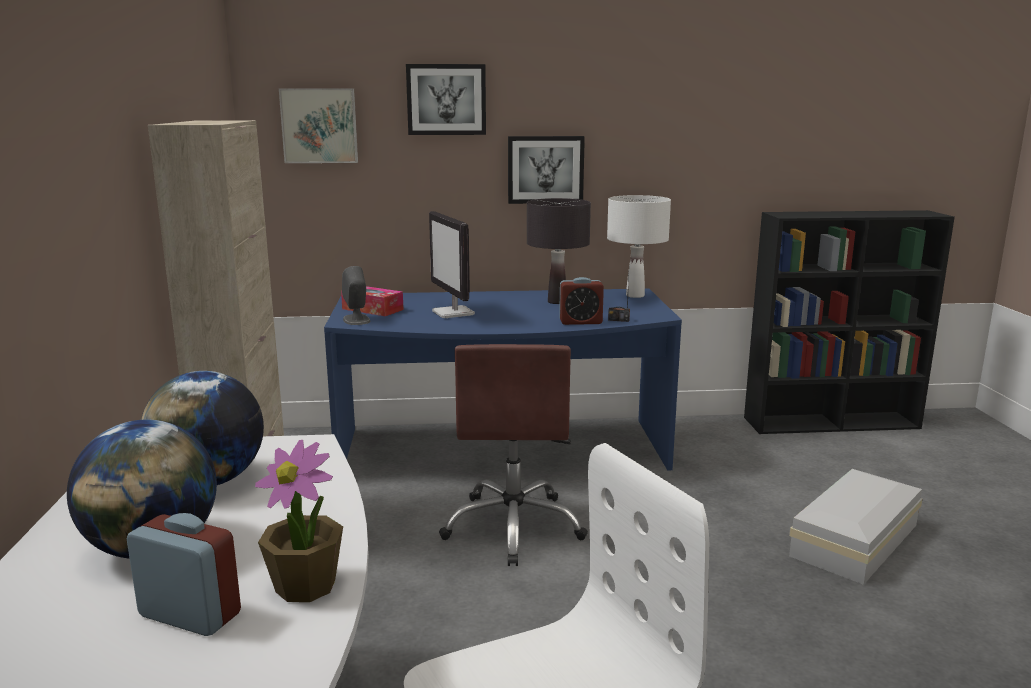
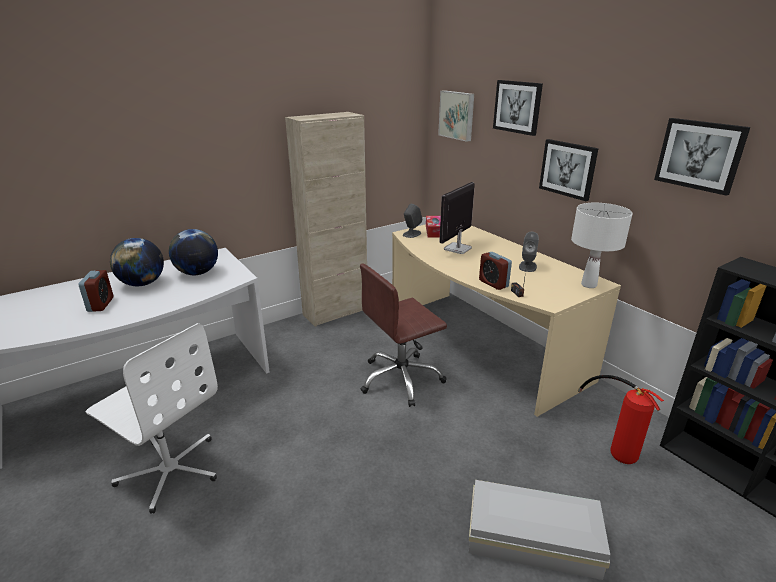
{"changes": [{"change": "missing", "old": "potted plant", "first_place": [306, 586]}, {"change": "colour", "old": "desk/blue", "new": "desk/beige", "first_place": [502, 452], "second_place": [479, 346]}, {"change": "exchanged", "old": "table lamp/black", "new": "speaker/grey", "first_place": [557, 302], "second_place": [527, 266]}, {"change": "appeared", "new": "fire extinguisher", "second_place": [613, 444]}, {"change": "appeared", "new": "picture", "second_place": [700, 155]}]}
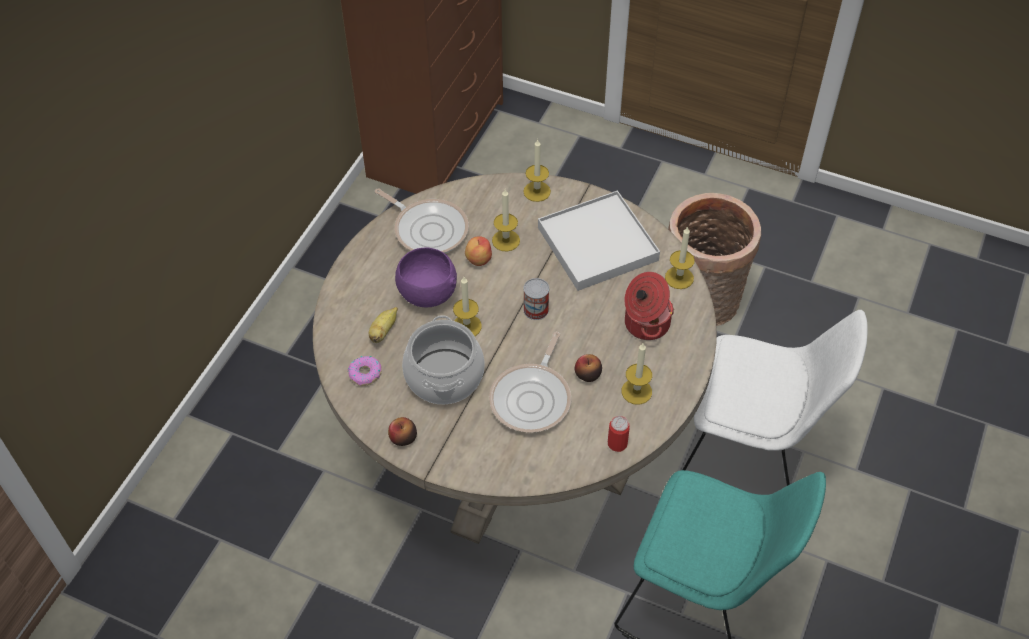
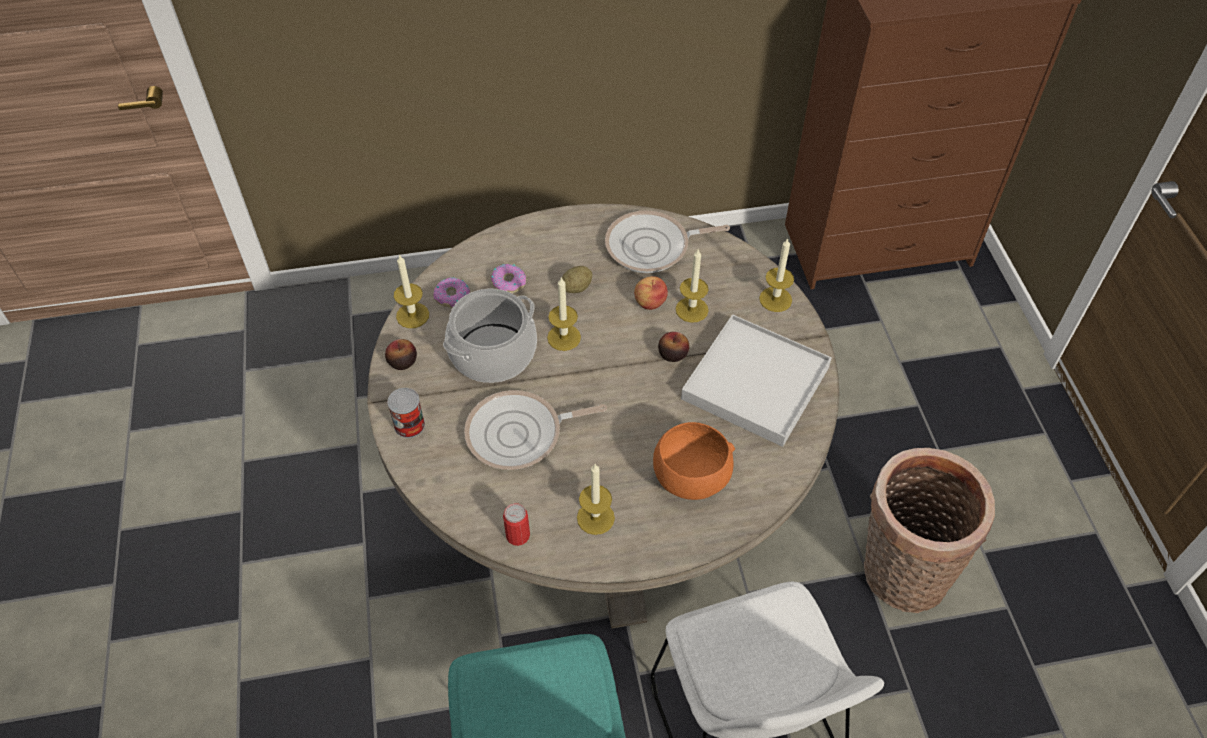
{"changes": [{"change": "exchanged", "old": "banana", "new": "donut", "first_place": [383, 331], "second_place": [508, 282]}, {"change": "spun", "old": "frying pan", "first_place": [428, 229], "second_place": [652, 247], "degrees": 75}, {"change": "exchanged", "old": "bowl/purple", "new": "potato", "first_place": [426, 293], "second_place": [576, 288]}, {"change": "relocated", "old": "can", "first_place": [536, 310], "second_place": [409, 425]}, {"change": "relocated", "old": "apple", "first_place": [587, 374], "second_place": [672, 354]}, {"change": "exchanged", "old": "cooking pot", "new": "bowl/orange", "first_place": [645, 323], "second_place": [689, 479]}, {"change": "relocated", "old": "candle", "first_place": [679, 277], "second_place": [412, 315]}]}
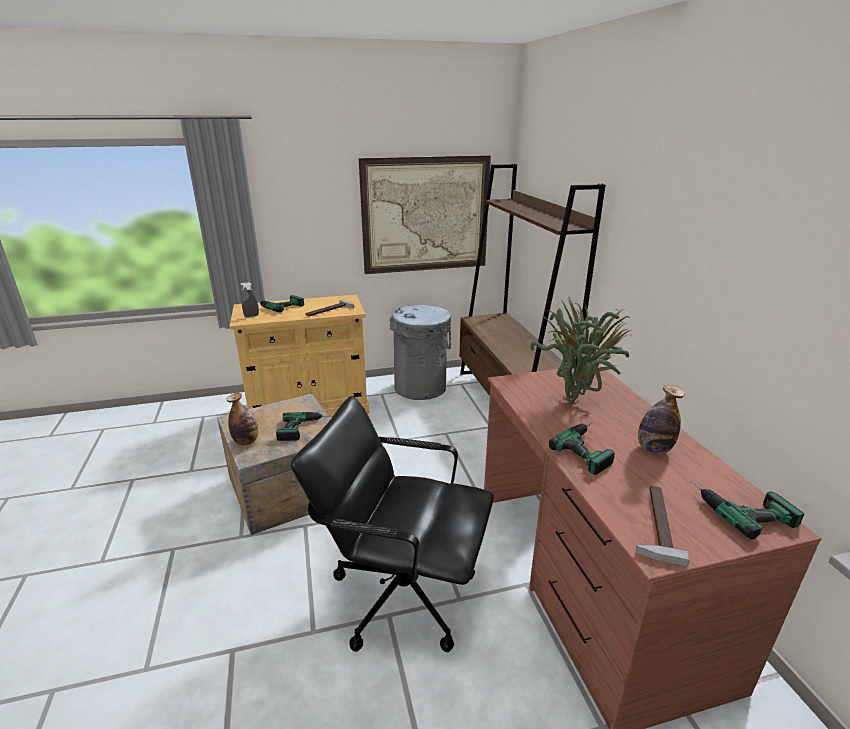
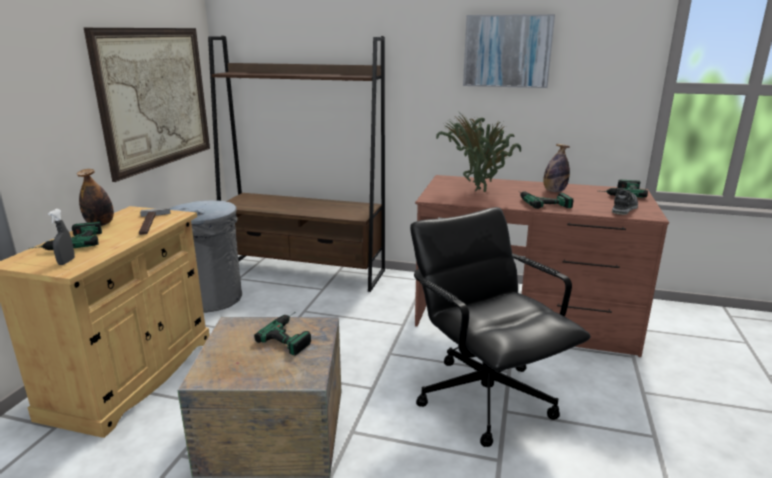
{"changes": [{"change": "relocated", "old": "bottle", "first_place": [246, 441], "second_place": [100, 224]}, {"change": "spun", "old": "office chair/black", "first_place": [402, 593], "second_place": [485, 397], "degrees": 105}, {"change": "exchanged", "old": "hammer", "new": "shoe", "first_place": [654, 522], "second_place": [624, 209]}, {"change": "appeared", "new": "picture", "second_place": [507, 51]}]}
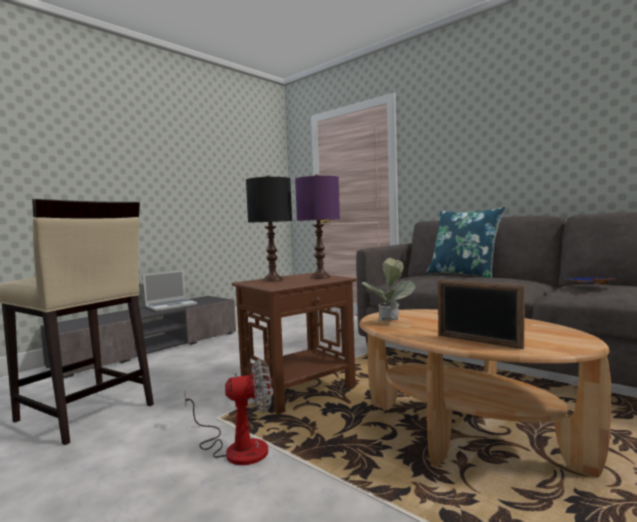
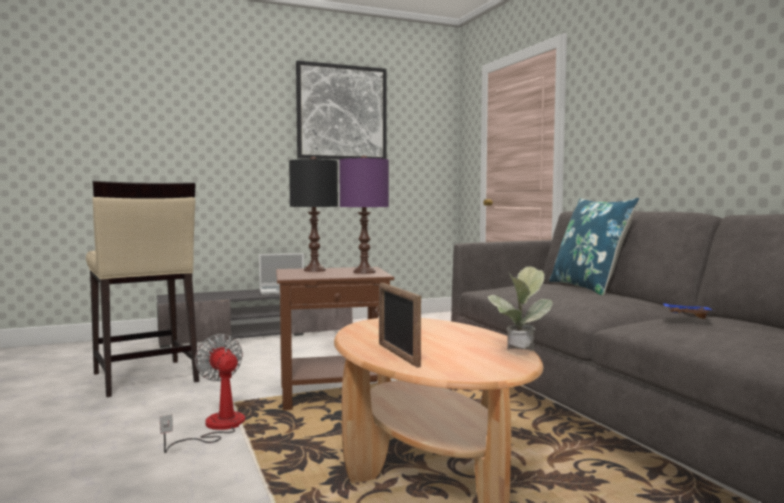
{"changes": [{"change": "spun", "old": "fan", "first_place": [236, 448], "second_place": [216, 428], "degrees": -135}, {"change": "relocated", "old": "potted plant", "first_place": [389, 323], "second_place": [518, 353]}, {"change": "appeared", "new": "picture", "second_place": [342, 112]}]}
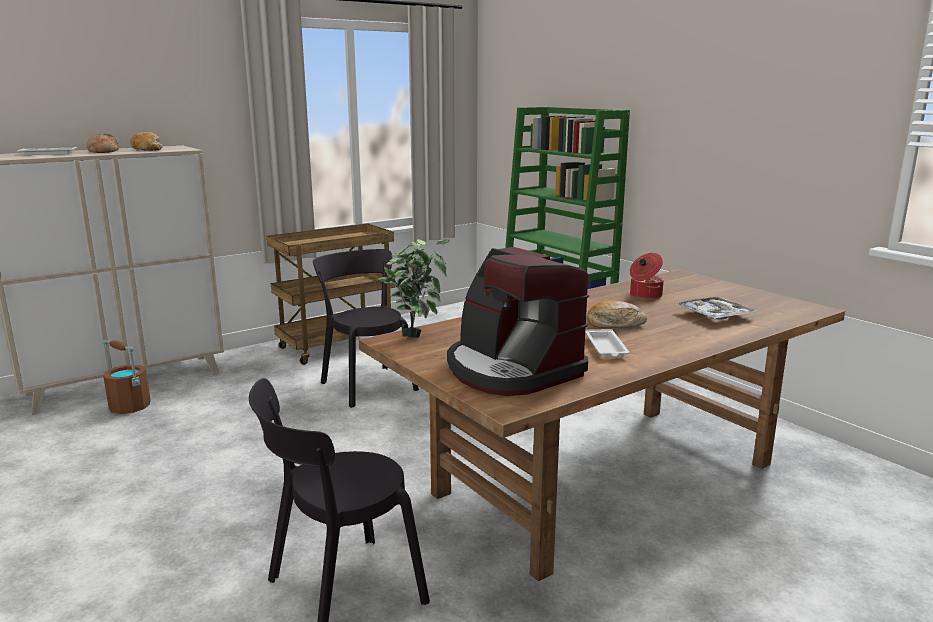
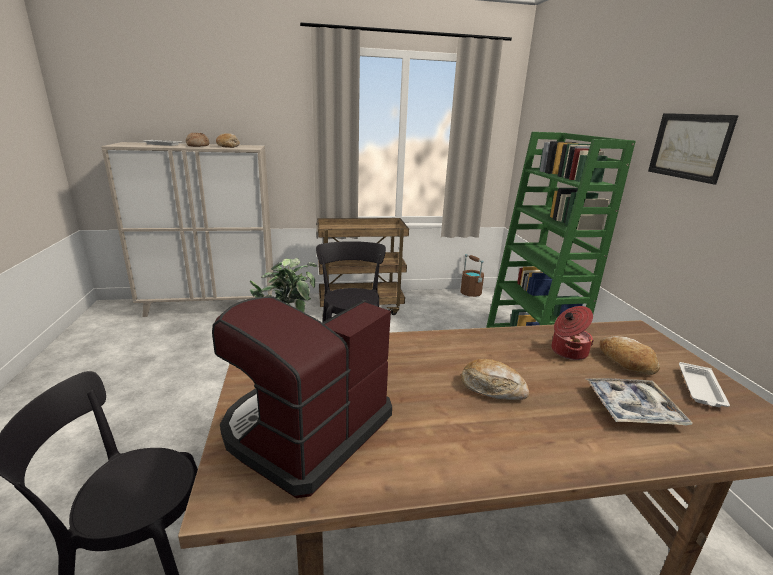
{"changes": [{"change": "relocated", "old": "bucket/brown", "first_place": [129, 407], "second_place": [470, 293]}, {"change": "spun", "old": "coffee machine", "first_place": [511, 370], "second_place": [305, 431], "degrees": 45}, {"change": "relocated", "old": "tray/white", "first_place": [606, 348], "second_place": [700, 389]}, {"change": "appeared", "new": "bread", "second_place": [625, 362]}, {"change": "appeared", "new": "picture", "second_place": [689, 146]}]}
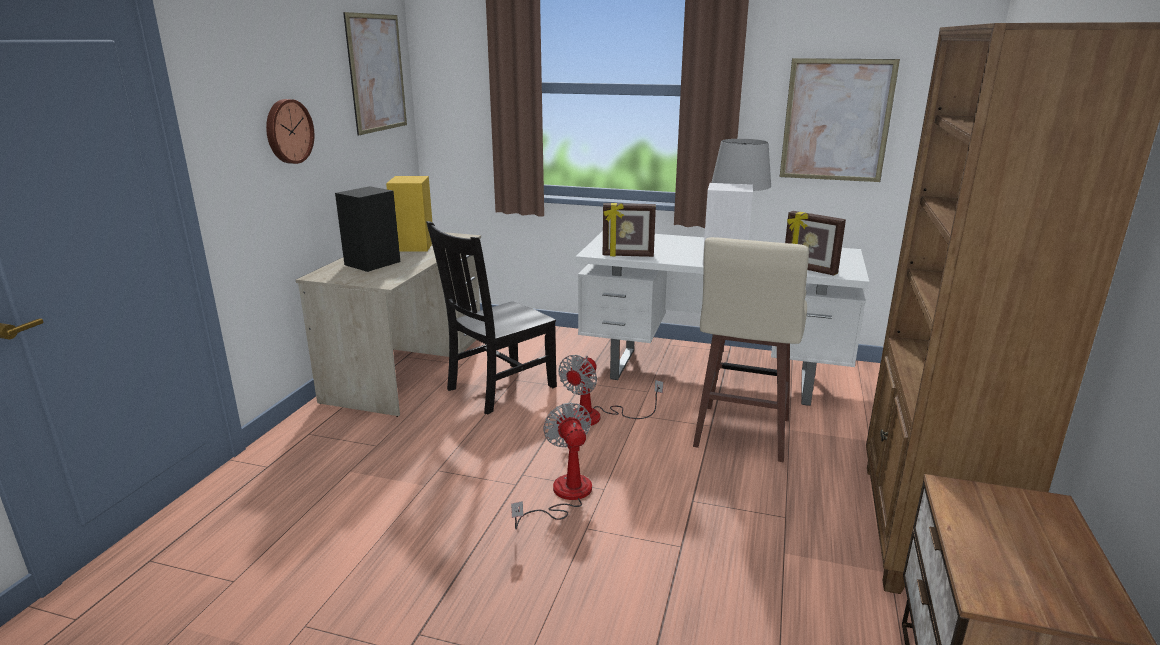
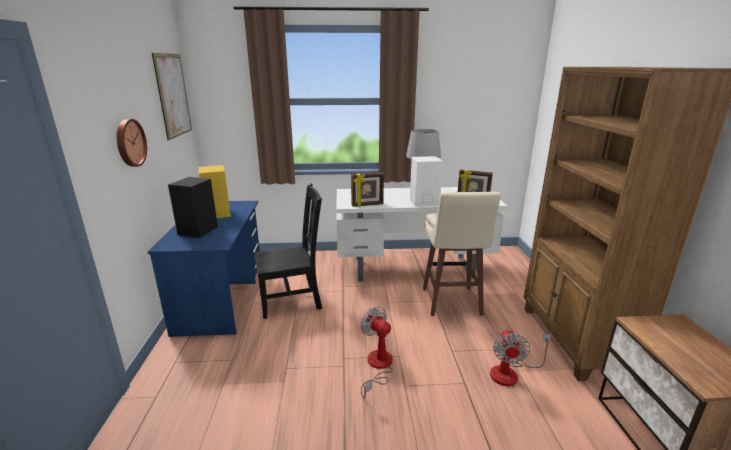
{"changes": [{"change": "colour", "old": "desk/beige", "new": "desk/blue", "first_place": [408, 368], "second_place": [222, 297]}, {"change": "spun", "old": "chair/black", "first_place": [498, 389], "second_place": [292, 300], "degrees": -135}, {"change": "relocated", "old": "fan", "first_place": [596, 417], "second_place": [511, 372]}, {"change": "missing", "old": "picture", "first_place": [836, 120]}]}
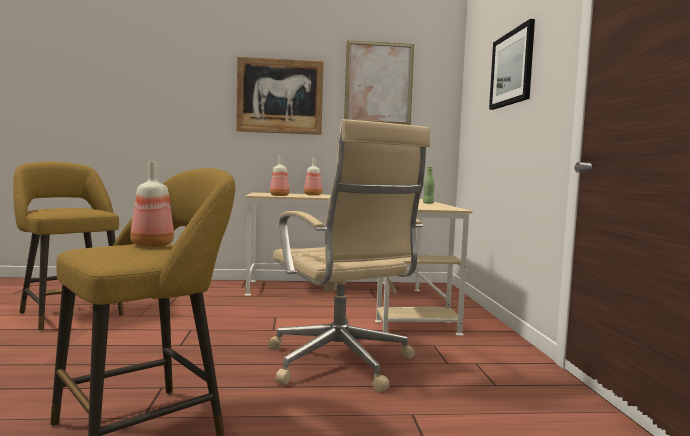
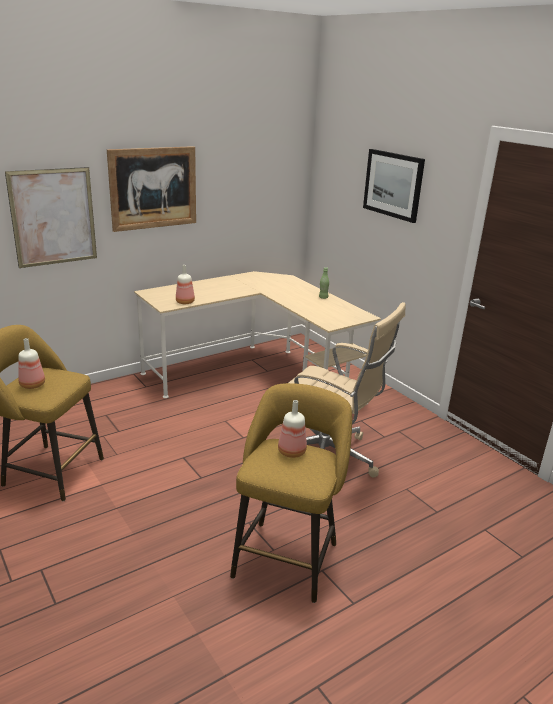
{"changes": [{"change": "relocated", "old": "bottle", "first_place": [313, 195], "second_place": [33, 385]}, {"change": "relocated", "old": "picture", "first_place": [379, 83], "second_place": [53, 217]}]}
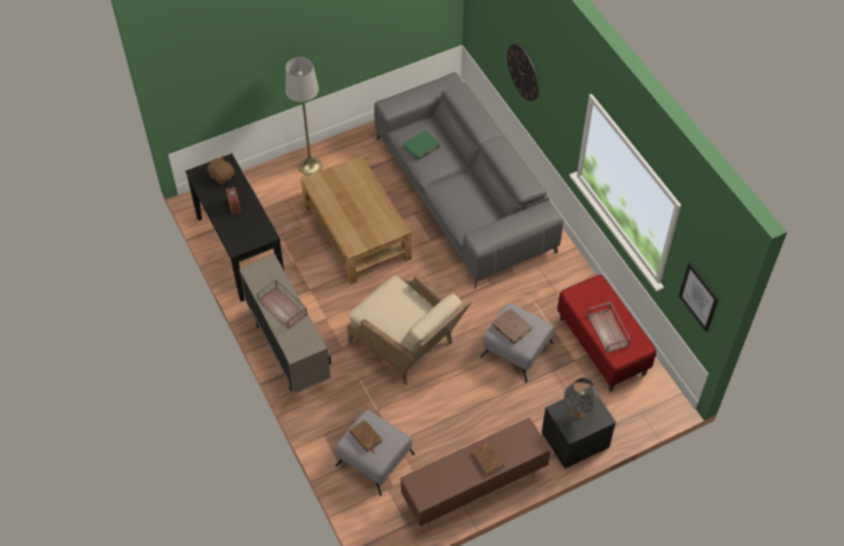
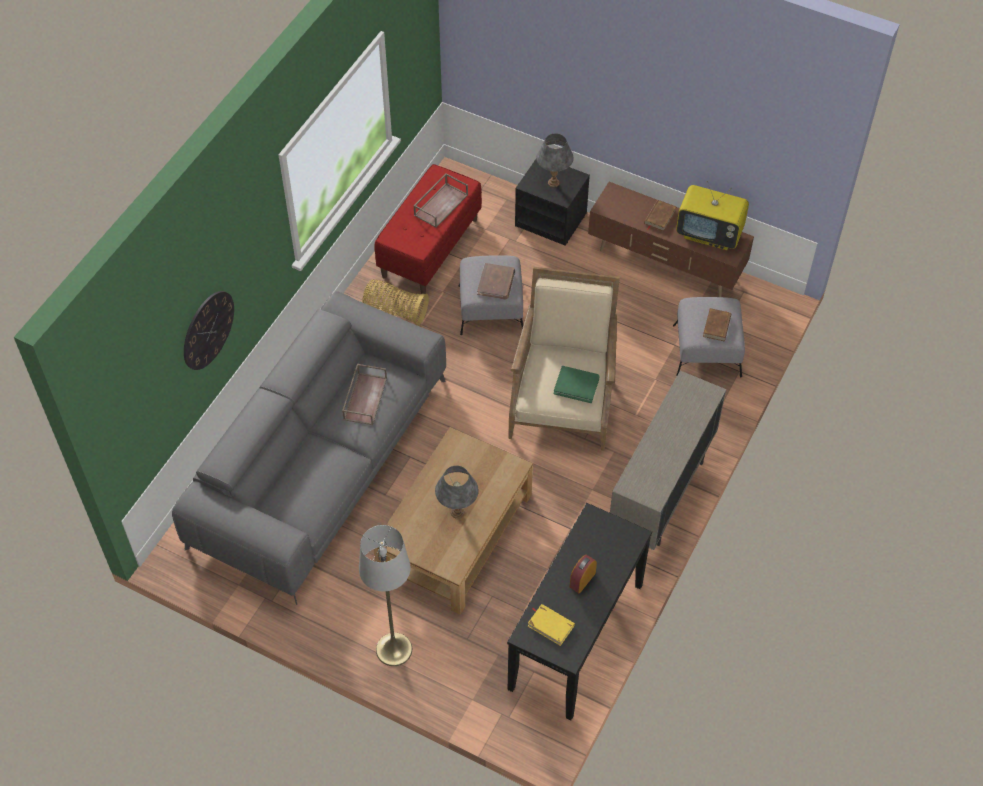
{"changes": [{"change": "exchanged", "old": "plush toy/brown", "new": "book/yellow", "first_place": [222, 176], "second_place": [551, 625]}, {"change": "relocated", "old": "tray/brown", "first_place": [283, 307], "second_place": [364, 398]}, {"change": "relocated", "old": "book/green", "first_place": [422, 146], "second_place": [576, 385]}, {"change": "missing", "old": "picture", "first_place": [699, 297]}, {"change": "appeared", "new": "basket", "second_place": [395, 311]}, {"change": "appeared", "new": "table lamp/grey", "second_place": [457, 512]}, {"change": "appeared", "new": "television", "second_place": [710, 234]}]}
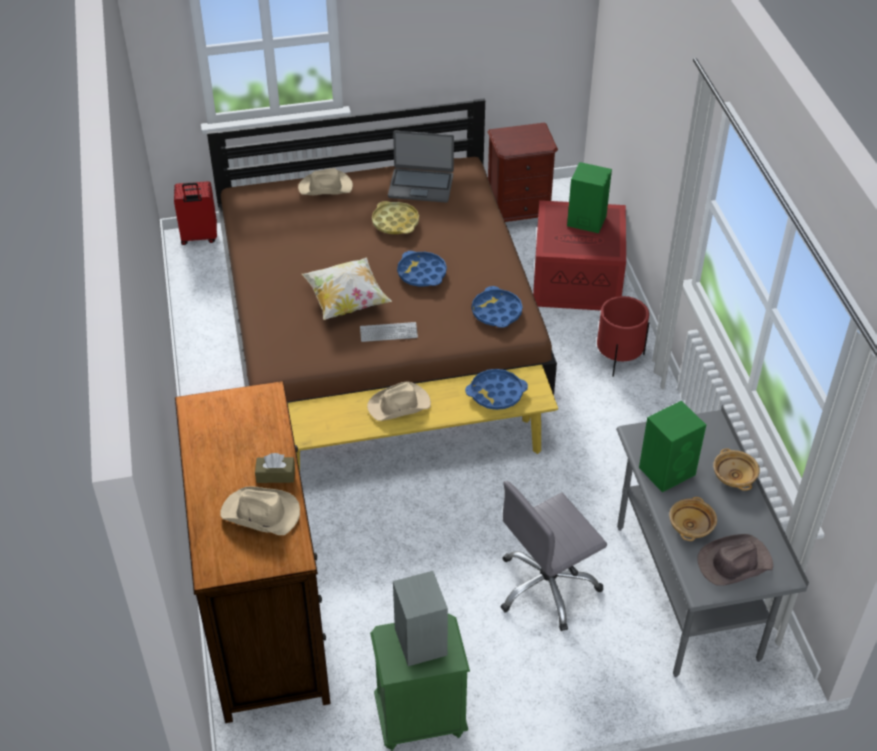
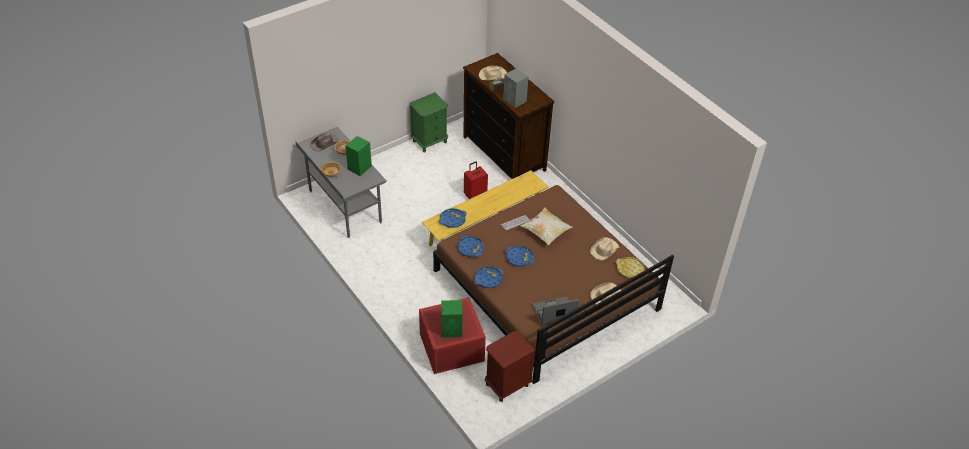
{"changes": [{"change": "relocated", "old": "suitcase/red", "first_place": [199, 237], "second_place": [475, 196]}, {"change": "relocated", "old": "hat/beige", "first_place": [400, 405], "second_place": [604, 250]}, {"change": "relocated", "old": "tray/yellow", "first_place": [395, 222], "second_place": [630, 269]}, {"change": "relocated", "old": "speaker/grey", "first_place": [420, 640], "second_place": [515, 100]}, {"change": "missing", "old": "office chair/grey", "first_place": [547, 587]}, {"change": "missing", "old": "planter/red", "first_place": [618, 358]}, {"change": "appeared", "new": "tray/blue", "second_place": [488, 279]}]}
